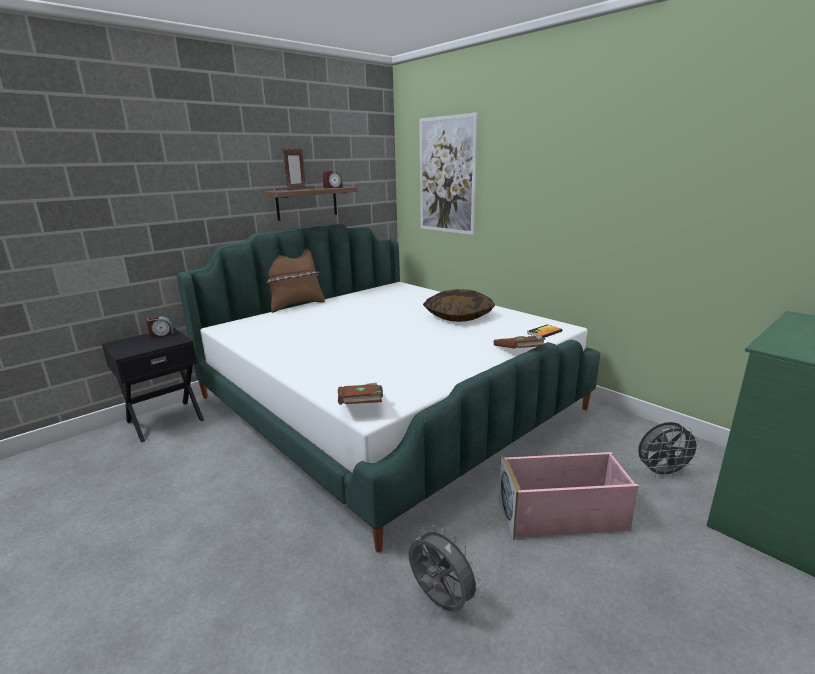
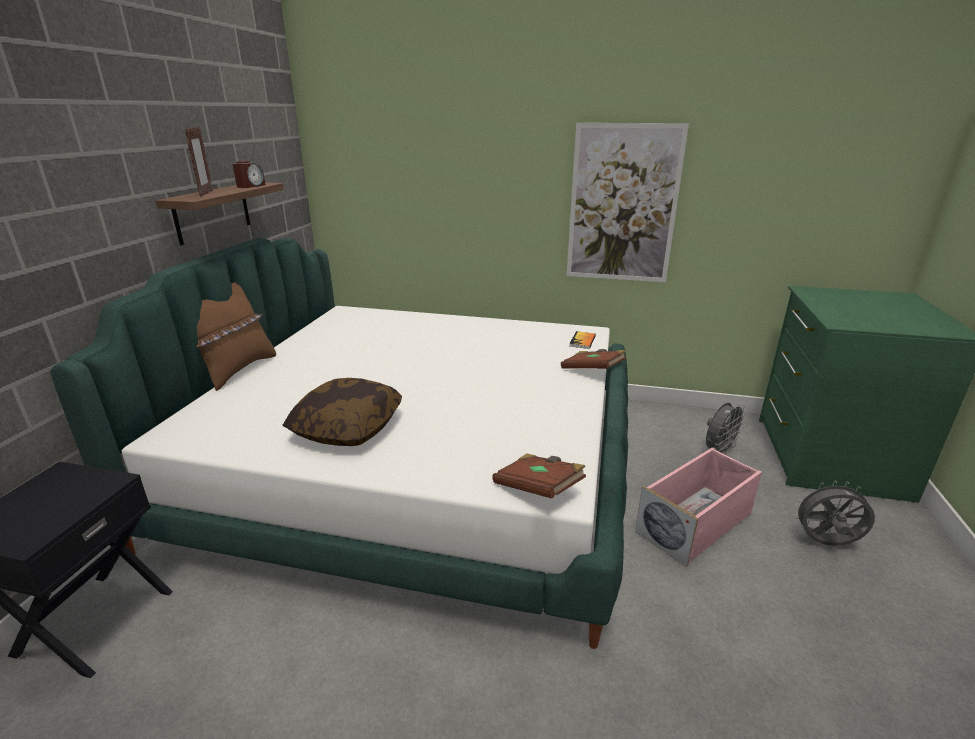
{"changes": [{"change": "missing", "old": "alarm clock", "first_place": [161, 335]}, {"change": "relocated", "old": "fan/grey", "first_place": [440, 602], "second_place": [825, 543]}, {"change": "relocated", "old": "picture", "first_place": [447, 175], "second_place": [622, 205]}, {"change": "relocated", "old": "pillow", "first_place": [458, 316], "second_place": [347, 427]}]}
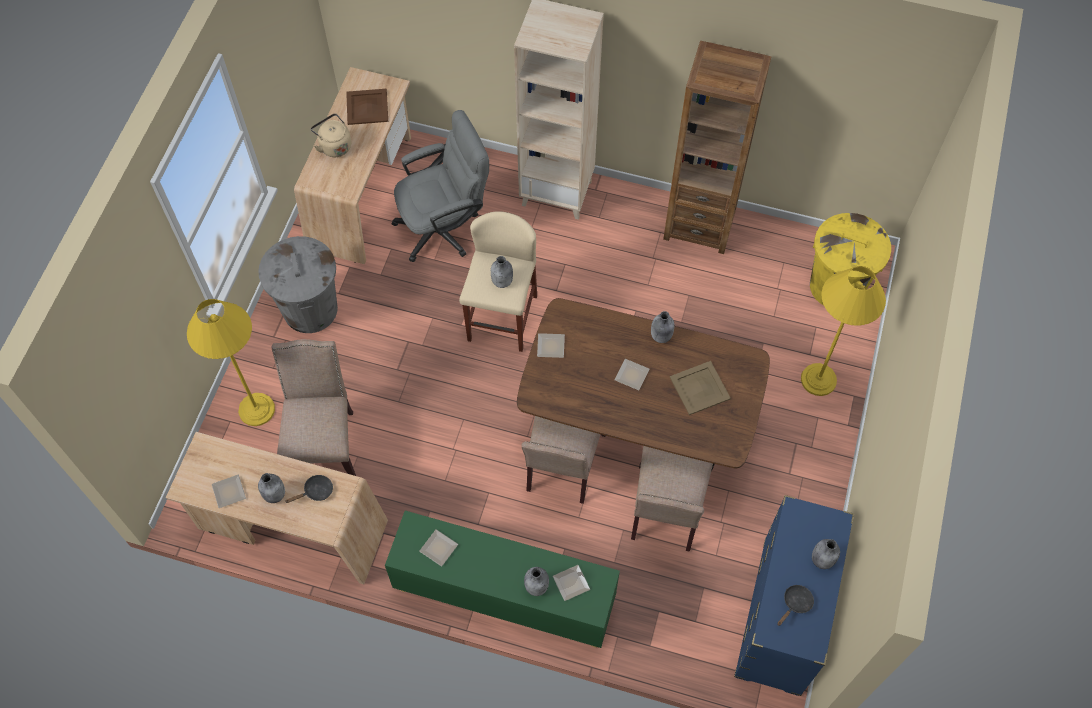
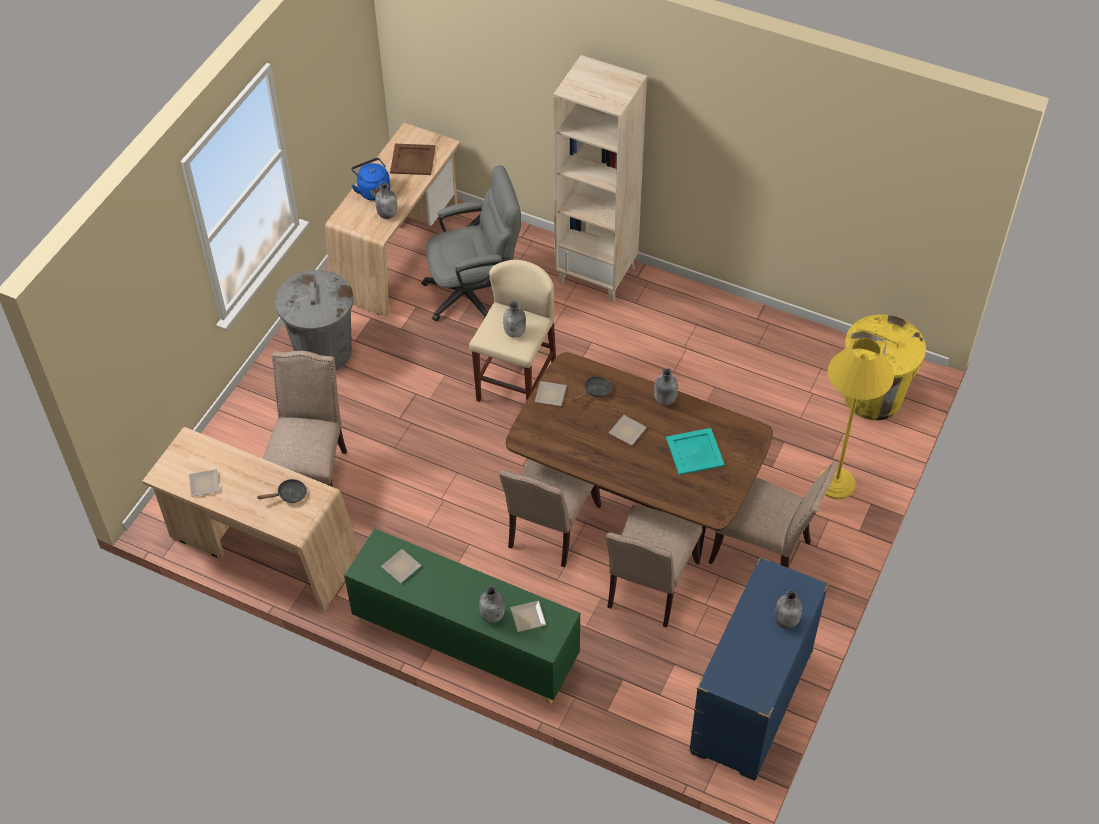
{"changes": [{"change": "missing", "old": "floor lamp/yellow", "first_place": [256, 409]}, {"change": "relocated", "old": "bottle/grey", "first_place": [275, 494], "second_place": [387, 214]}, {"change": "colour", "old": "kettle/beige", "new": "kettle/blue", "first_place": [334, 145], "second_place": [373, 190]}, {"change": "missing", "old": "bookcase/brown", "first_place": [699, 225]}, {"change": "colour", "old": "tray/beige", "new": "tray/turquoise", "first_place": [700, 388], "second_place": [695, 452]}, {"change": "relocated", "old": "frying pan/black", "first_place": [795, 603], "second_place": [595, 391]}, {"change": "appeared", "new": "chair/beige", "second_place": [765, 551]}]}
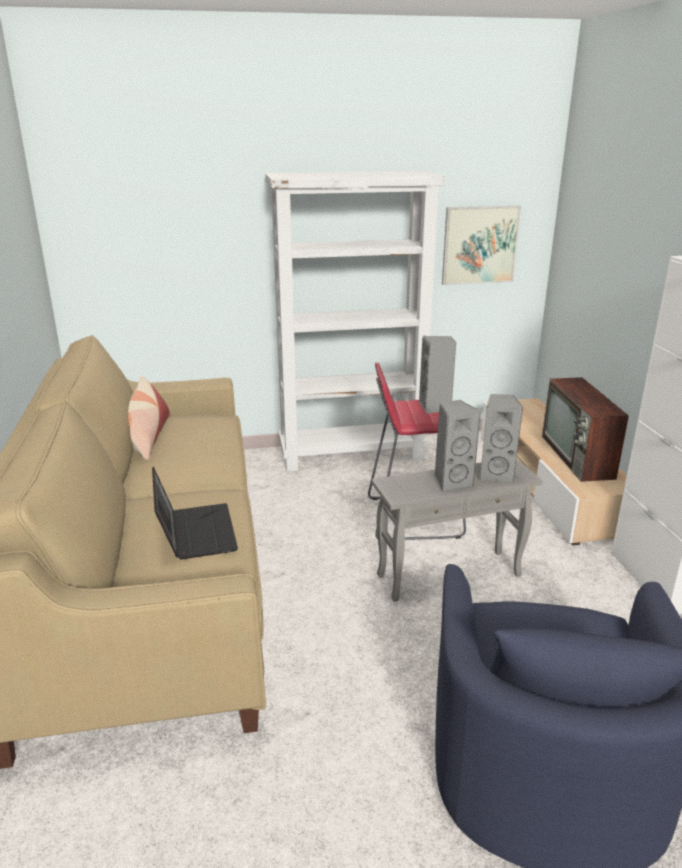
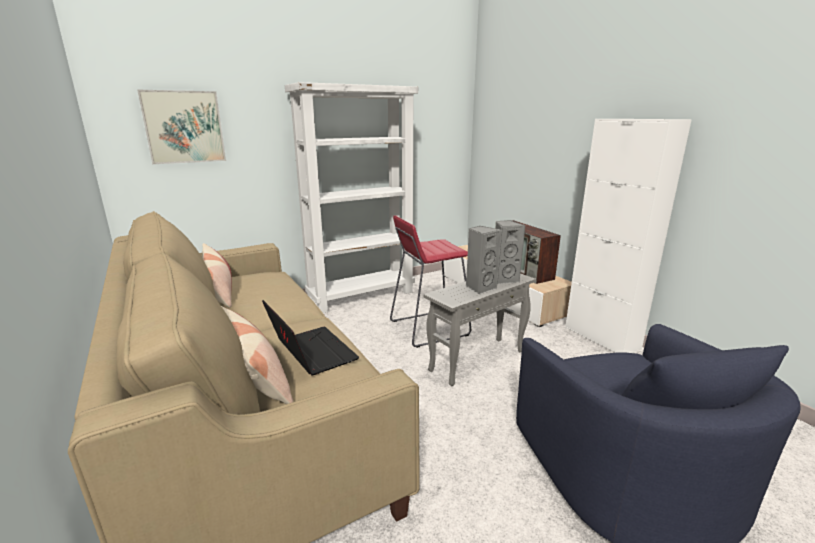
{"changes": [{"change": "missing", "old": "speaker/grey", "first_place": [435, 407]}, {"change": "relocated", "old": "picture", "first_place": [480, 245], "second_place": [184, 127]}, {"change": "appeared", "new": "pillow", "second_place": [255, 377]}]}
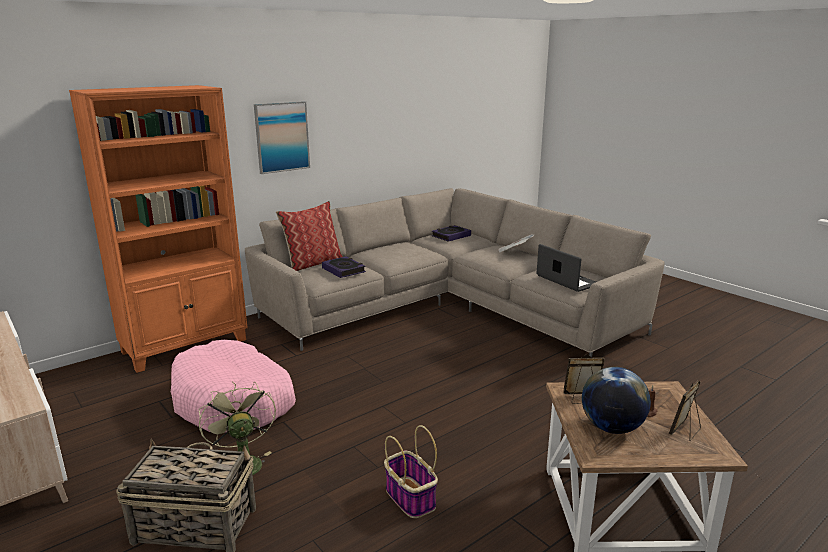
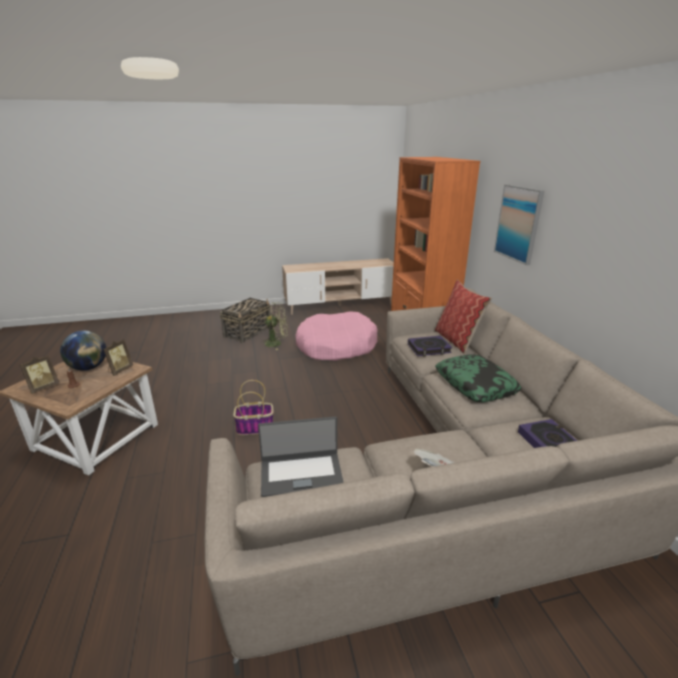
{"changes": [{"change": "relocated", "old": "basket", "first_place": [409, 497], "second_place": [256, 428]}, {"change": "spun", "old": "picture frame", "first_place": [685, 431], "second_place": [44, 387], "degrees": 60}, {"change": "appeared", "new": "pillow", "second_place": [475, 385]}]}
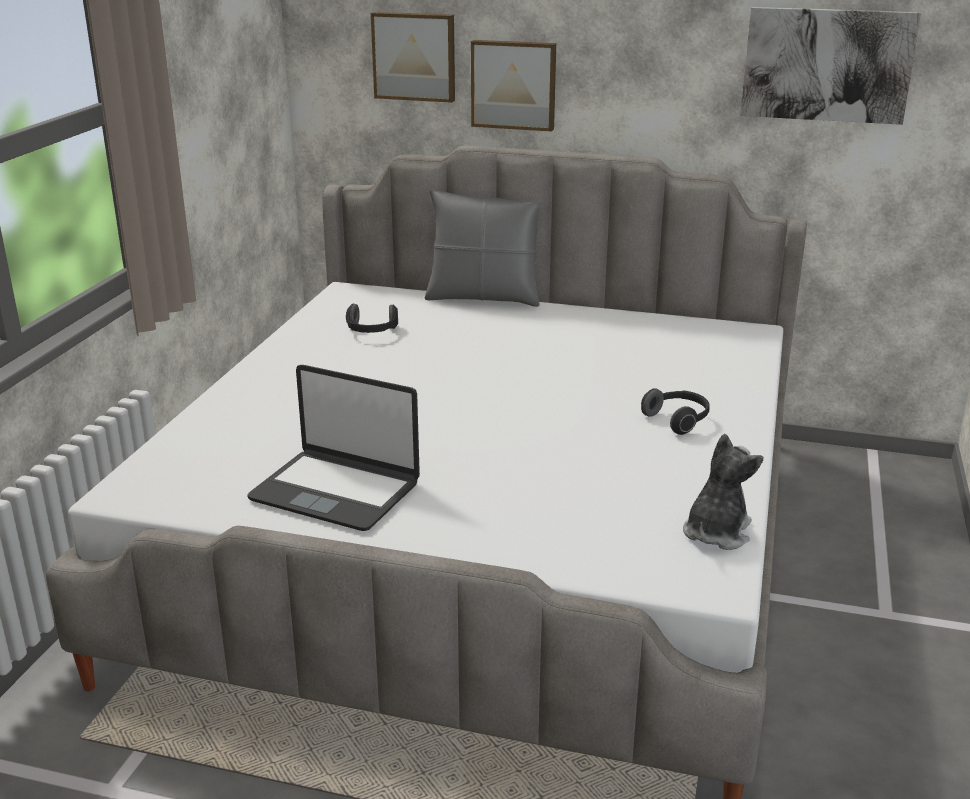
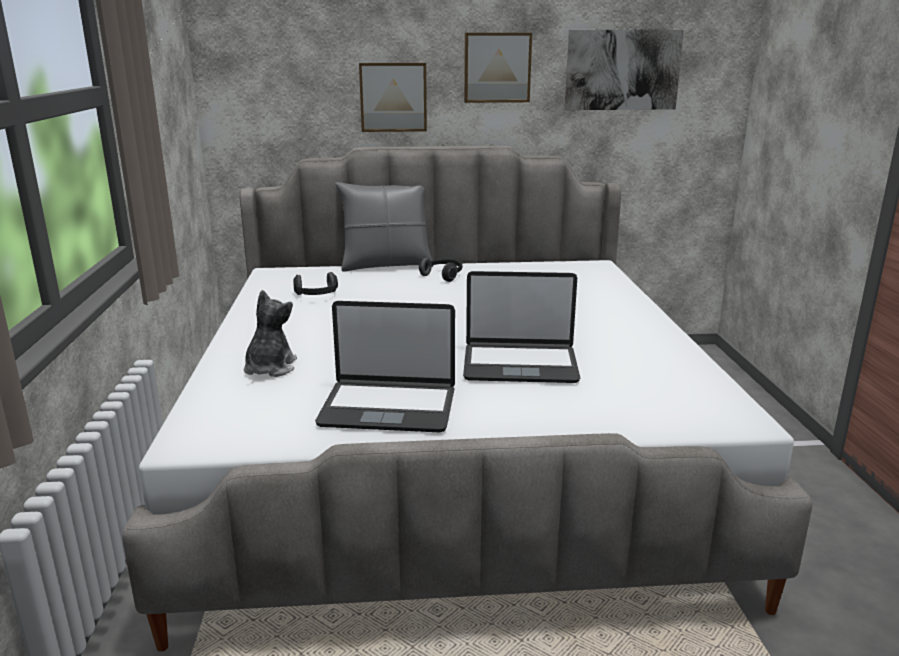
{"changes": [{"change": "relocated", "old": "picture", "first_place": [414, 56], "second_place": [497, 67]}, {"change": "relocated", "old": "headphones", "first_place": [678, 420], "second_place": [443, 276]}, {"change": "relocated", "old": "plush toy", "first_place": [716, 532], "second_place": [270, 368]}, {"change": "appeared", "new": "laptop", "second_place": [520, 364]}]}
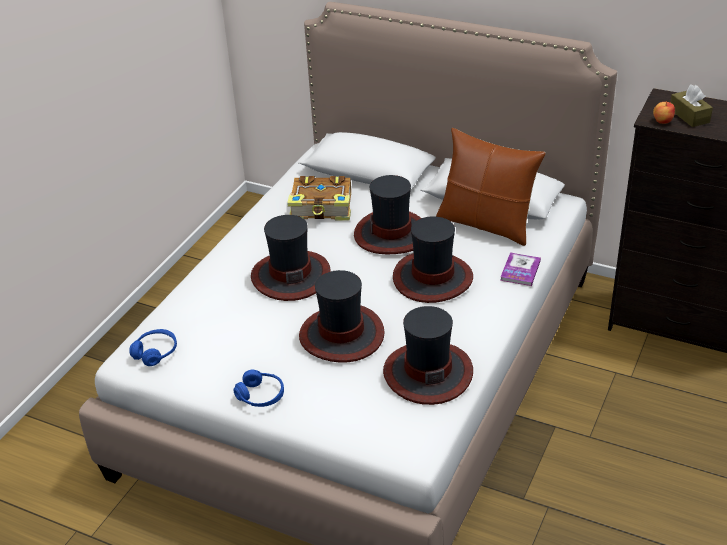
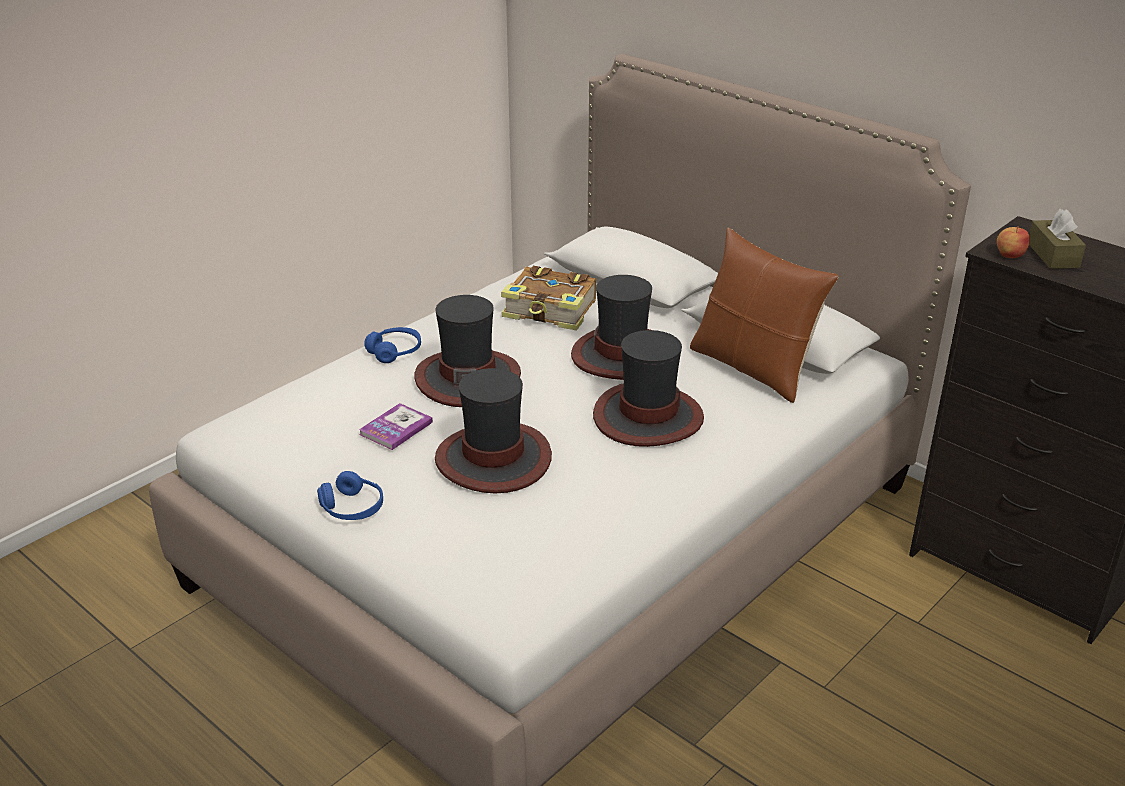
{"changes": [{"change": "relocated", "old": "headphones/blue", "first_place": [155, 352], "second_place": [395, 352]}, {"change": "missing", "old": "hat", "first_place": [427, 373]}, {"change": "relocated", "old": "book", "first_place": [520, 270], "second_place": [396, 428]}]}
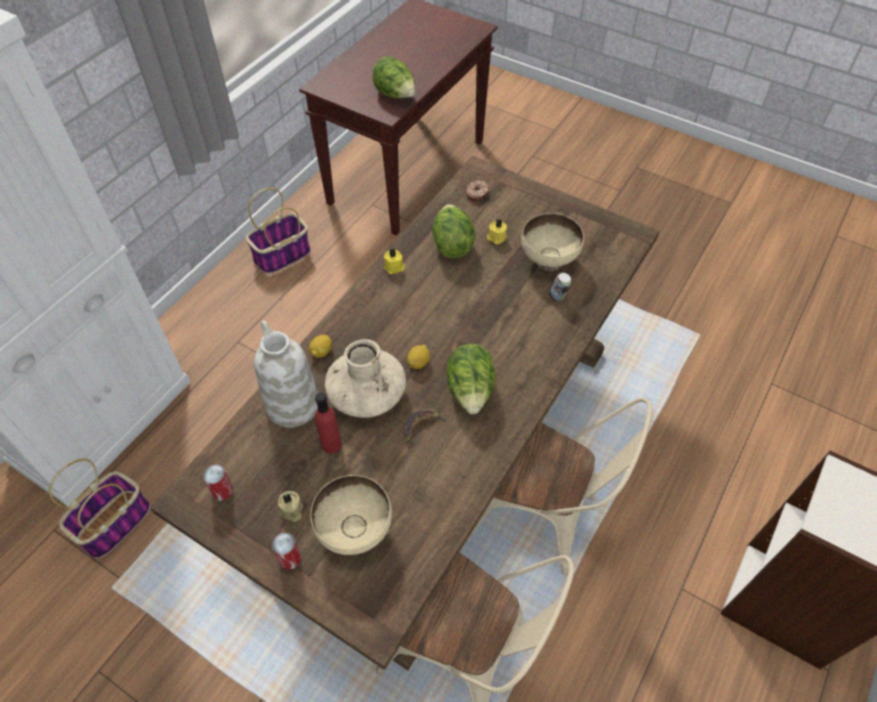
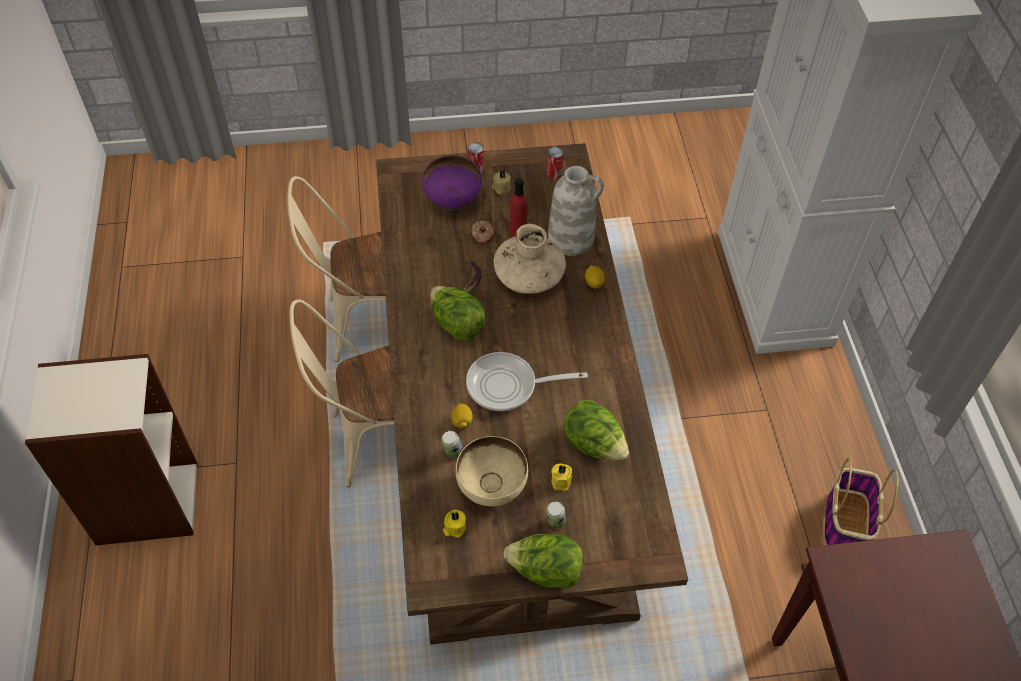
{"changes": [{"change": "missing", "old": "basket", "first_place": [115, 523]}, {"change": "colour", "old": "bowl/beige", "new": "bowl/purple", "first_place": [355, 530], "second_place": [452, 201]}, {"change": "relocated", "old": "lettuce", "first_place": [395, 95], "second_place": [545, 571]}, {"change": "relocated", "old": "candle/yellow", "first_place": [394, 267], "second_place": [454, 528]}, {"change": "relocated", "old": "lemon", "first_place": [418, 362], "second_place": [462, 422]}, {"change": "relocated", "old": "donut", "first_place": [477, 194], "second_place": [482, 235]}, {"change": "appeared", "new": "frying pan", "second_place": [508, 386]}, {"change": "appeared", "new": "can", "second_place": [555, 522]}]}
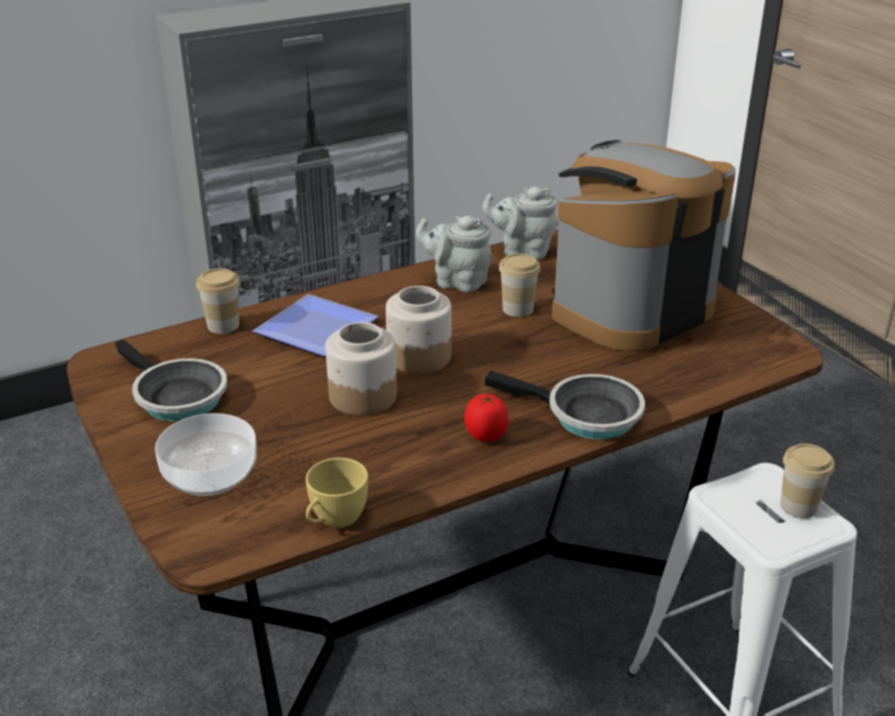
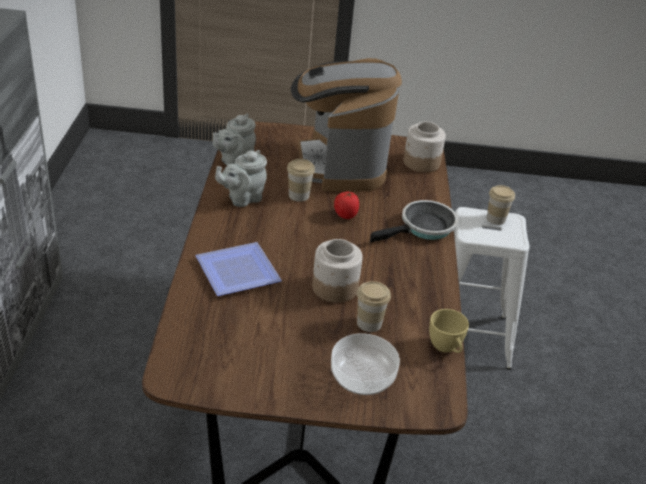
{"changes": [{"change": "missing", "old": "frying pan", "first_place": [176, 397]}, {"change": "relocated", "old": "cup", "first_place": [223, 325], "second_place": [369, 323]}, {"change": "relocated", "old": "jar", "first_place": [418, 357], "second_place": [421, 163]}, {"change": "relocated", "old": "tomato", "first_place": [486, 435], "second_place": [345, 215]}]}
